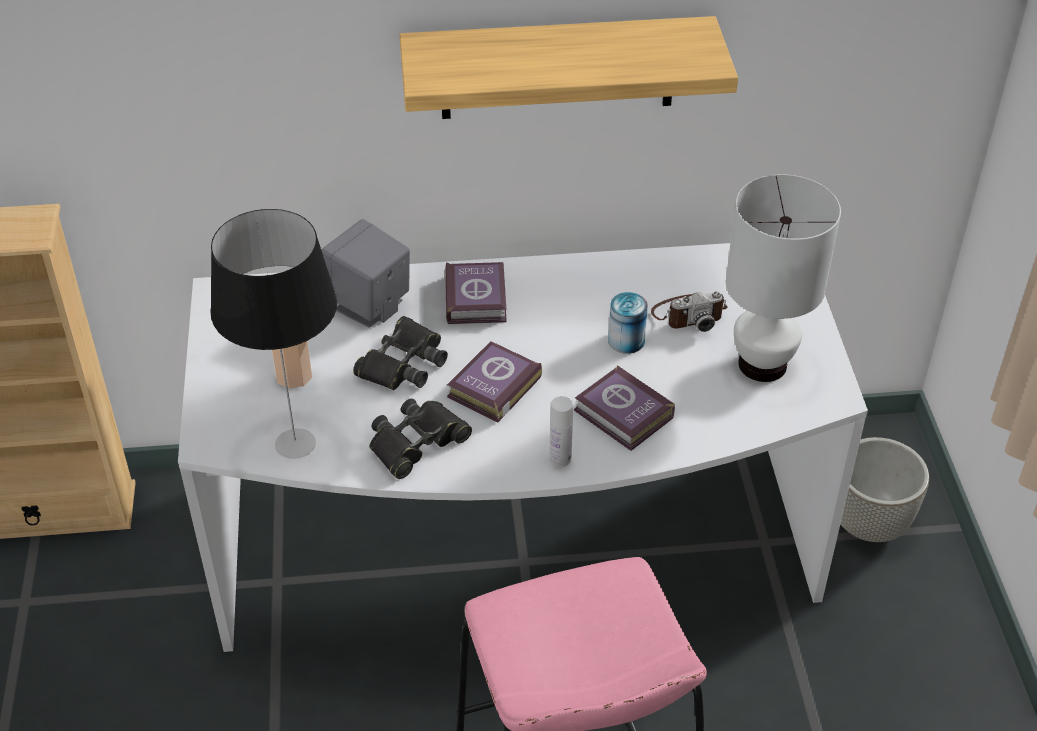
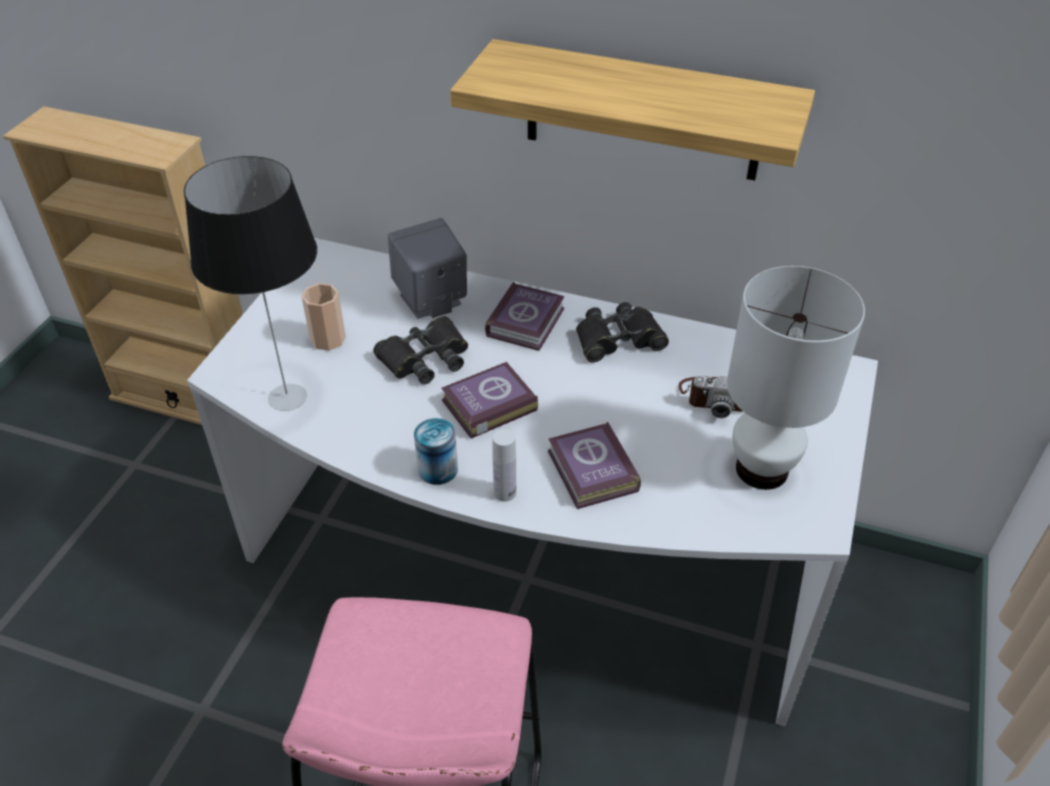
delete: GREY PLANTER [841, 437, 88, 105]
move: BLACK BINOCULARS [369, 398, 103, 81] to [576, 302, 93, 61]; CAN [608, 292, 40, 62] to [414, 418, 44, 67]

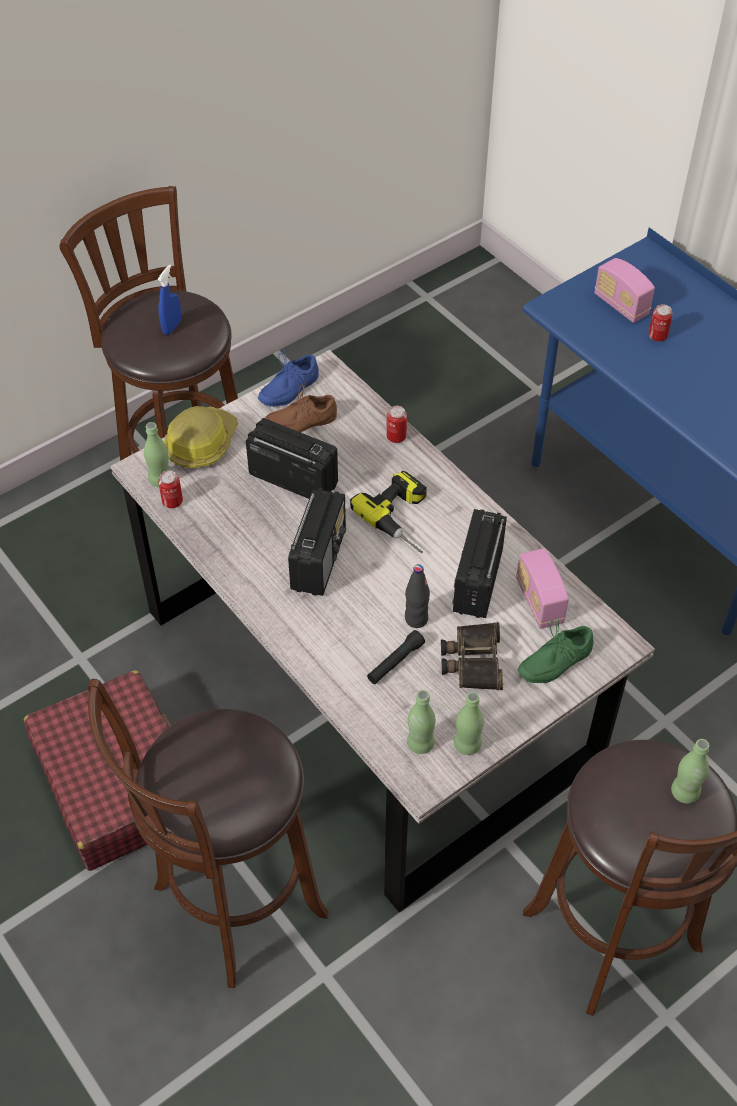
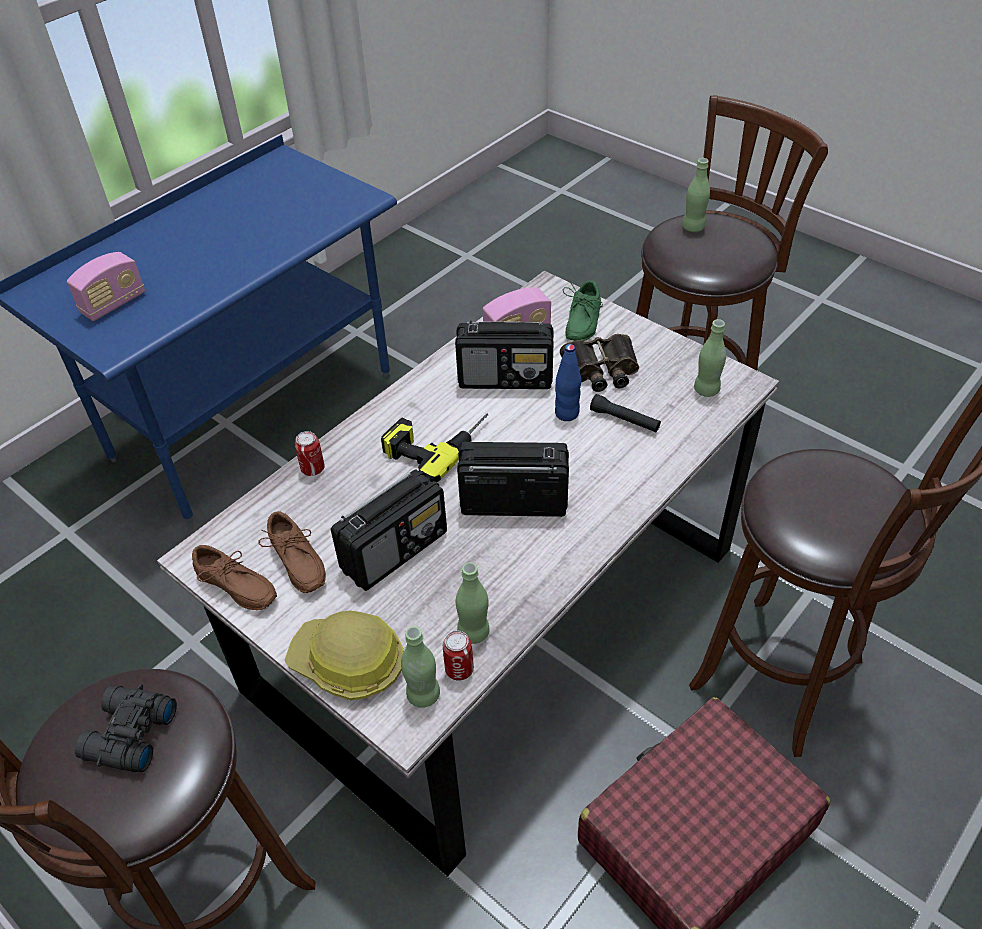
delete: CAN [648, 304, 25, 37]
move: GREEN BOTTLE [454, 692, 30, 63] to [456, 563, 33, 81]
replace: BLUE SPRAY BOTTLE [158, 264, 24, 71] to BLACK BINOCULARS [75, 684, 102, 88]
recolor: BLUE SHOE [258, 349, 61, 58] to BROWN SHOE [192, 545, 85, 65]; BLACK BOTTLE [405, 564, 25, 64] to BLUE BOTTLE [555, 344, 26, 77]
rotate: RADIO [246, 418, 92, 81] = [331, 469, 116, 122] 150 degrees counterclockwise; GREEN SHOE [517, 618, 77, 65] = [563, 280, 40, 61] 60 degrees clockwise

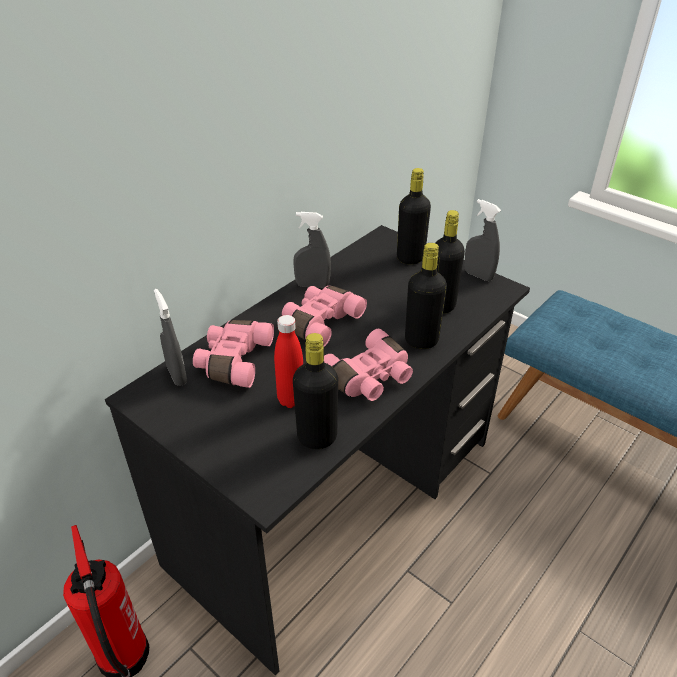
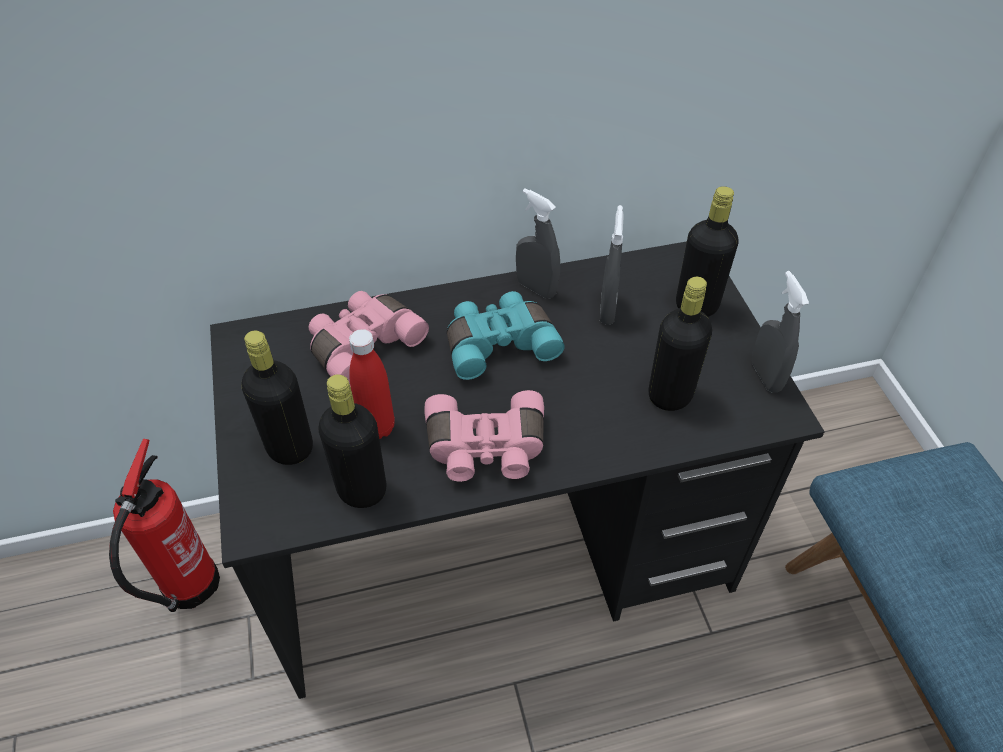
move: GREY SPRAY BOTTLE [154, 289, 33, 97] to [600, 205, 24, 120]; BLACK BOTTLE [405, 243, 42, 106] to [242, 331, 71, 134]
recolor: PINK BINOCULARS [282, 286, 85, 61] to TURQUOISE BINOCULARS [447, 291, 118, 89]

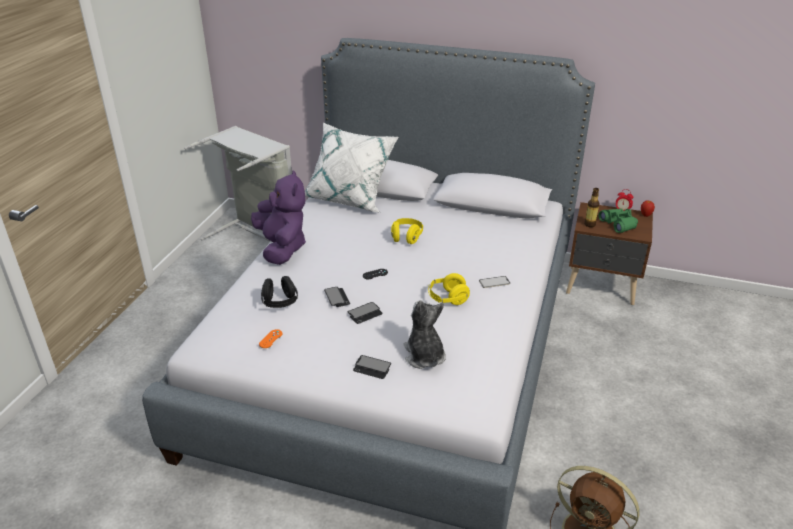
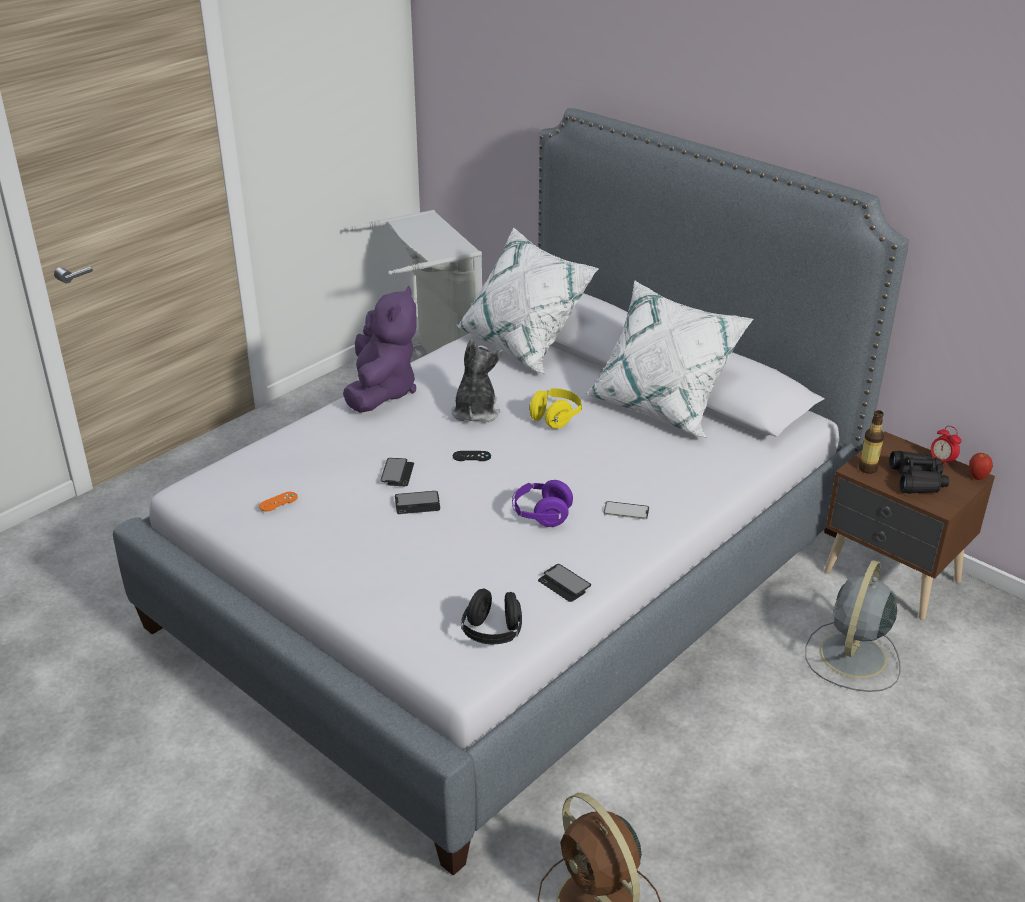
insert: WHITE PILLOW [584, 280, 169, 158]; GREY FAN [805, 560, 96, 132]
move: BLACK HEADPHONES [261, 276, 37, 32] to [461, 588, 61, 56]; PHONE [353, 355, 38, 24] to [538, 564, 53, 38]; PLUSH TOY [404, 300, 42, 69] to [451, 339, 51, 84]
recolor: YELLOW HEADPHONES [428, 273, 42, 32] to PURPLE HEADPHONES [512, 480, 61, 47]; GREEN BINOCULARS [598, 209, 40, 24] to BLACK BINOCULARS [889, 451, 60, 43]

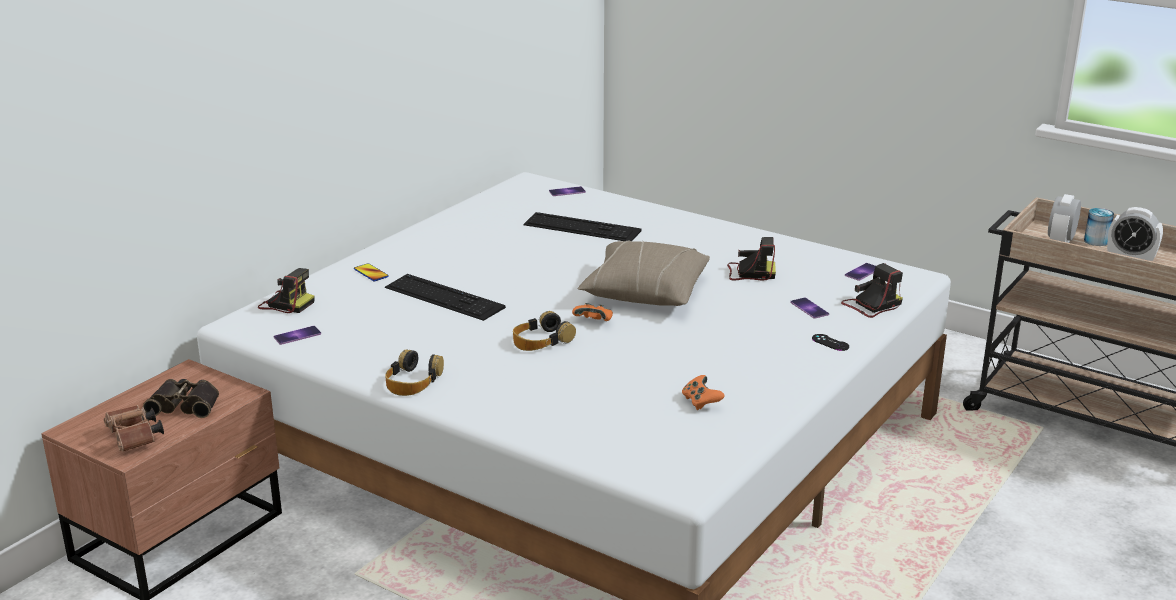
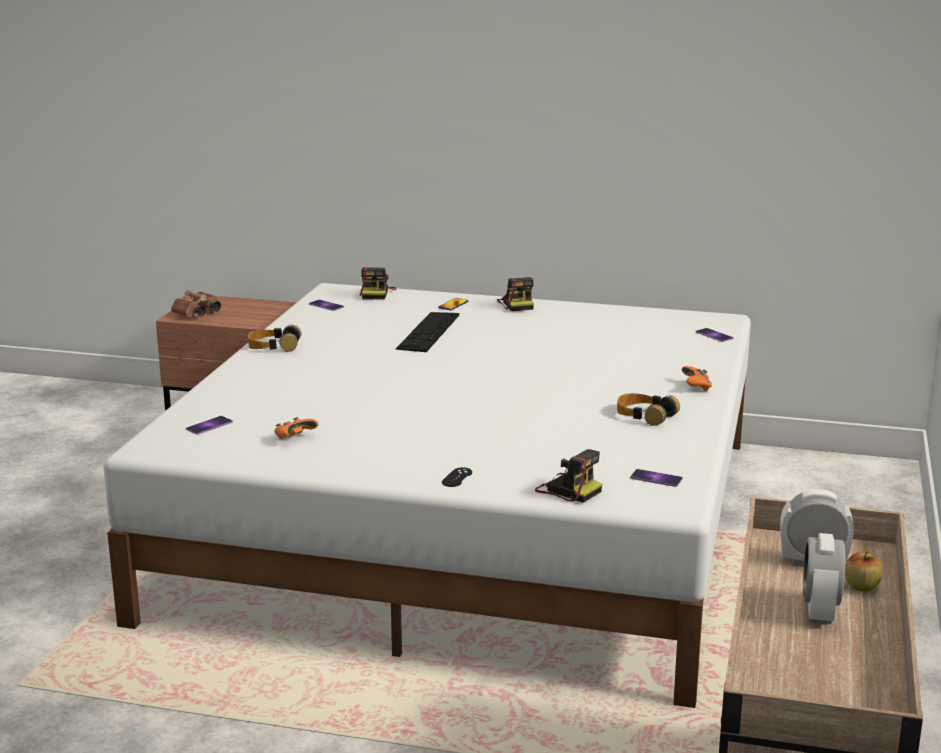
delete: BINOCULARS [143, 379, 76, 39]; KEYBOARD [523, 212, 119, 30]; BEIGE PILLOW [578, 240, 132, 66]
move: HEADPHONES [513, 311, 63, 40] to [617, 393, 63, 33]; ORANGE GAME CONTROLLER [572, 303, 41, 18] to [682, 366, 30, 25]; PHOTO CAMERA [727, 237, 49, 43] to [497, 277, 37, 34]; PHONE [790, 297, 39, 22] to [186, 416, 47, 19]
replace: CAN [1084, 208, 30, 38] to APPLE [845, 552, 37, 40]

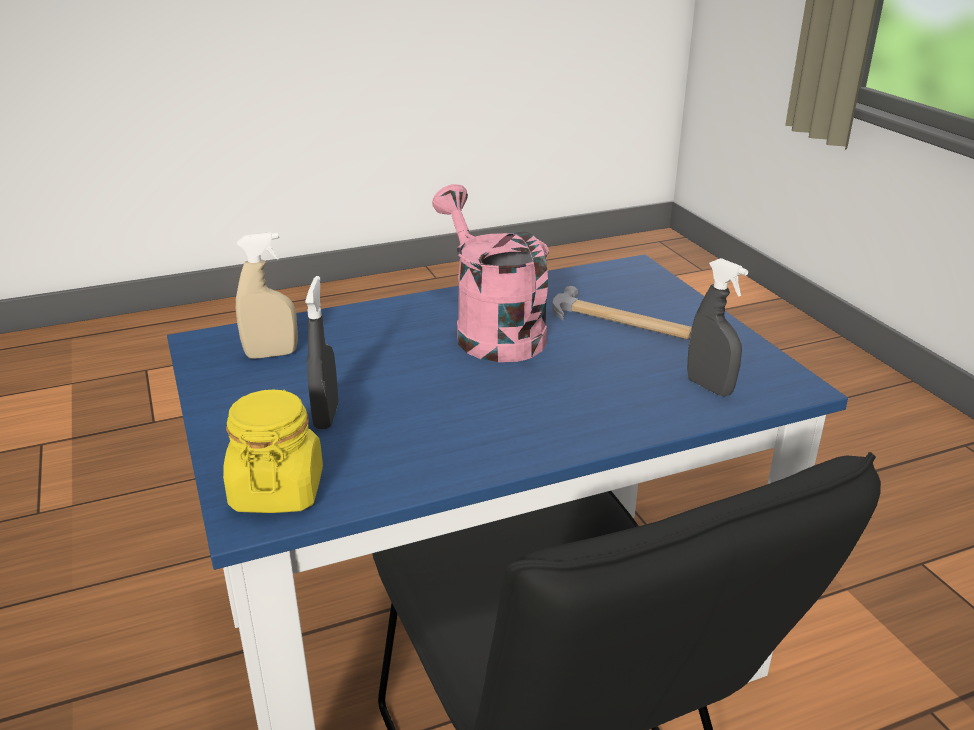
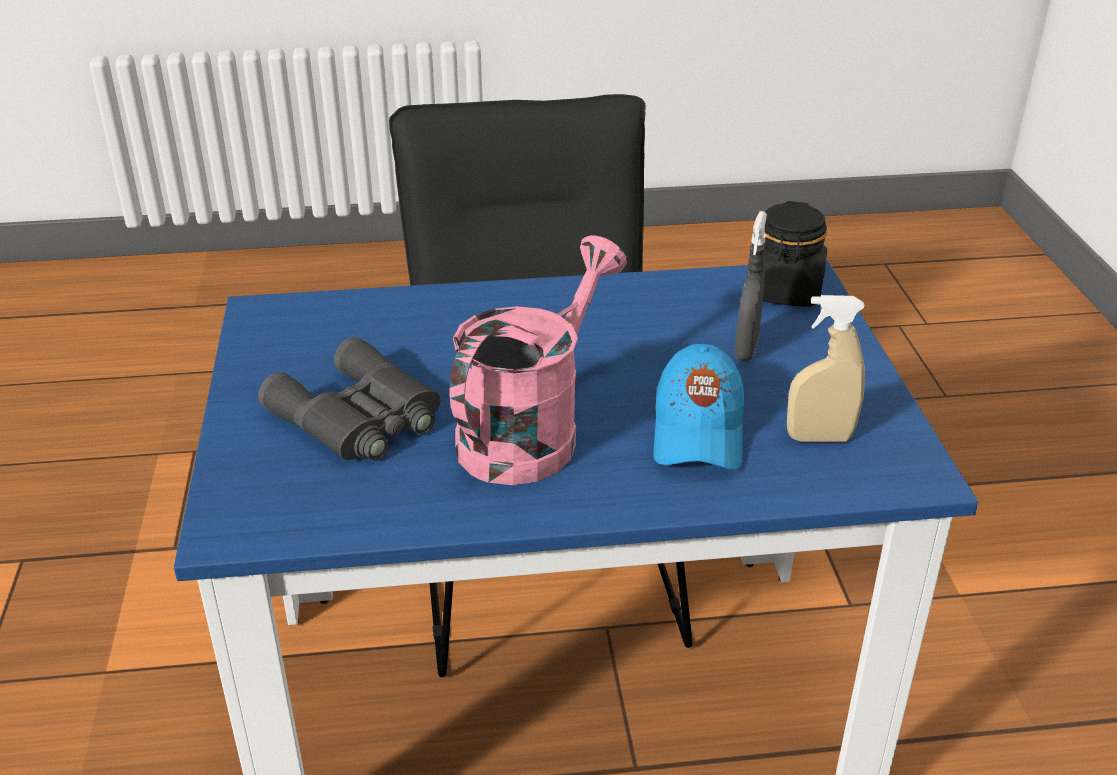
delete: GREY SPRAY BOTTLE [687, 258, 61, 139]
insert: BLUE CAP [654, 344, 90, 126]
replace: HAMMER [552, 286, 140, 54] to GREY BINOCULARS [258, 337, 182, 124]
recolor: YELLOW JAR [223, 389, 100, 124] to BLACK JAR [763, 201, 64, 106]
rotate: PINK WATERING CAN [432, 184, 117, 178] = [449, 235, 178, 250] 135 degrees counterclockwise

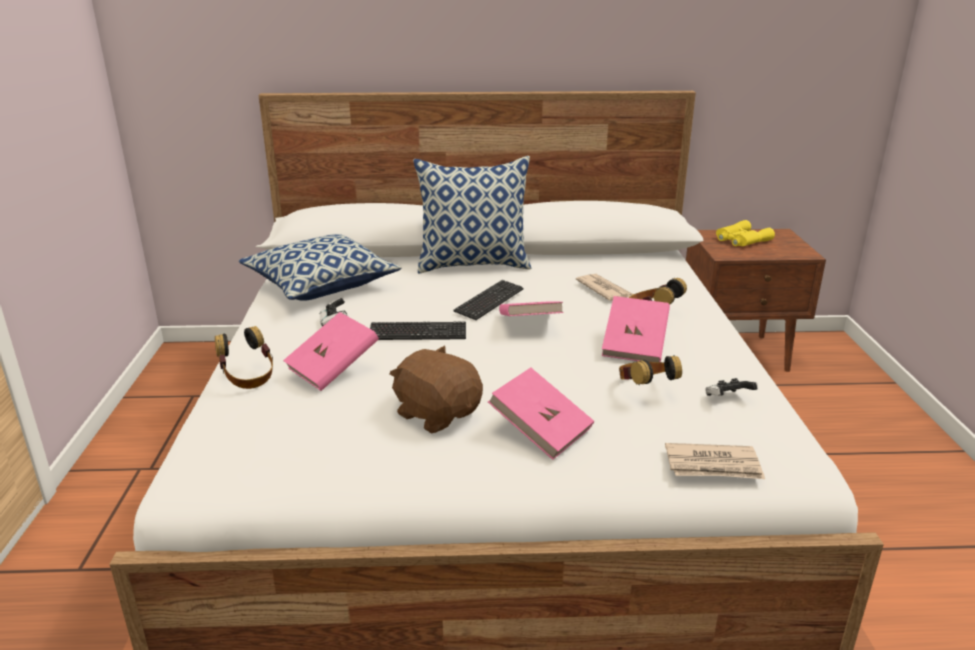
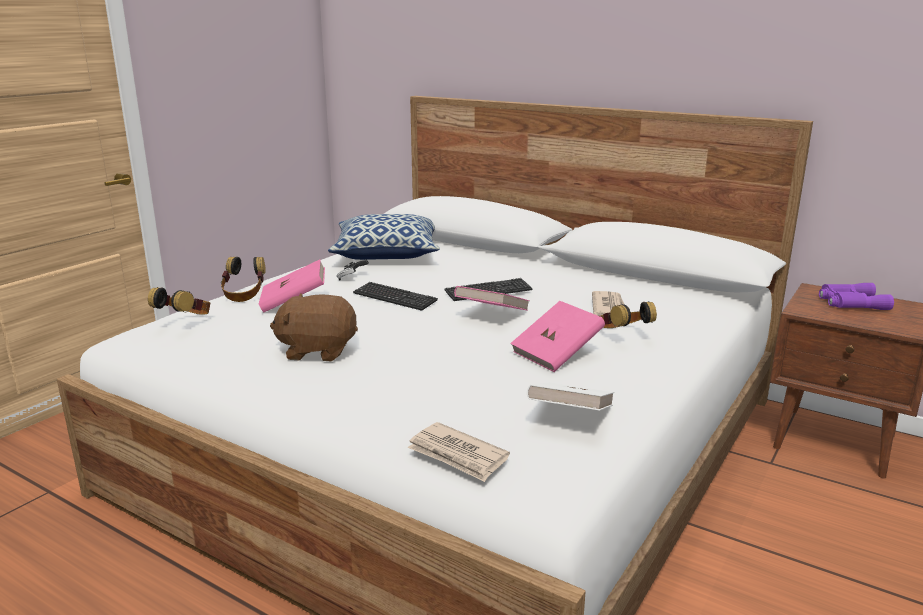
delete: PILLOW [413, 156, 118, 118]; PINK BOOK [488, 367, 106, 93]
move: HEADPHONES [619, 355, 63, 30] to [148, 287, 62, 28]
replace: GAME CONTROLLER [705, 378, 53, 18] to WHITE BOOK [527, 382, 87, 29]
recolor: YELLOW BINOCULARS [716, 220, 59, 26] to PURPLE BINOCULARS [819, 283, 75, 27]
rotate: BROWN PLUSH TOY [389, 346, 94, 88] = [270, 293, 88, 68] 75 degrees counterclockwise

